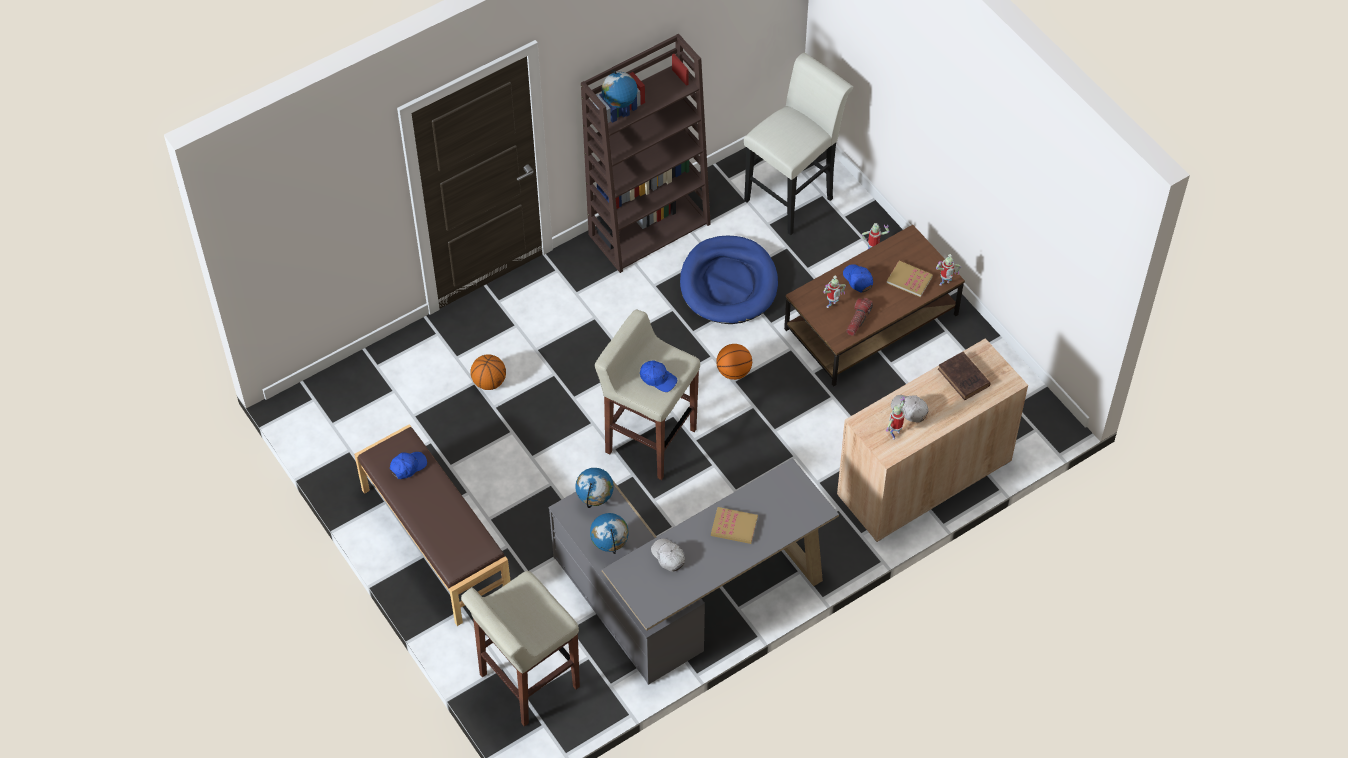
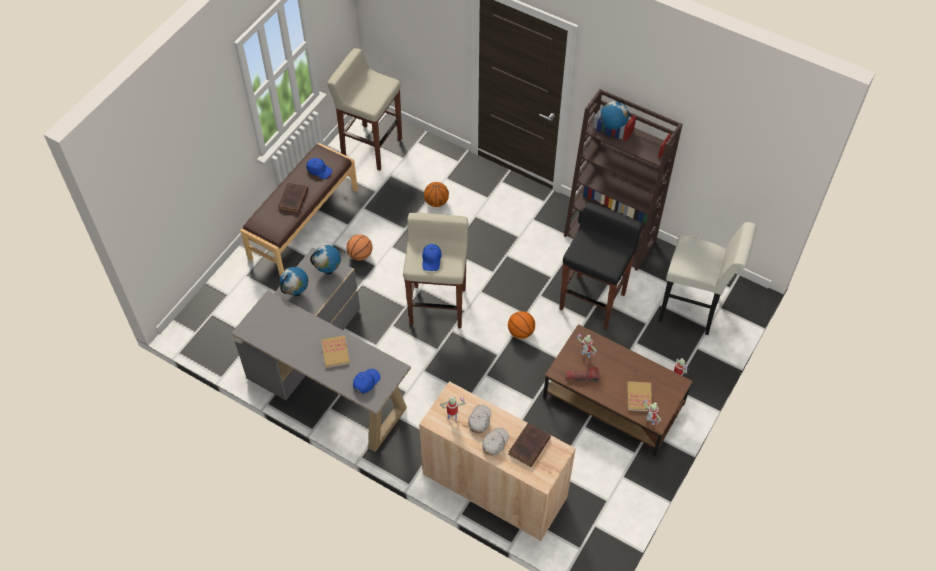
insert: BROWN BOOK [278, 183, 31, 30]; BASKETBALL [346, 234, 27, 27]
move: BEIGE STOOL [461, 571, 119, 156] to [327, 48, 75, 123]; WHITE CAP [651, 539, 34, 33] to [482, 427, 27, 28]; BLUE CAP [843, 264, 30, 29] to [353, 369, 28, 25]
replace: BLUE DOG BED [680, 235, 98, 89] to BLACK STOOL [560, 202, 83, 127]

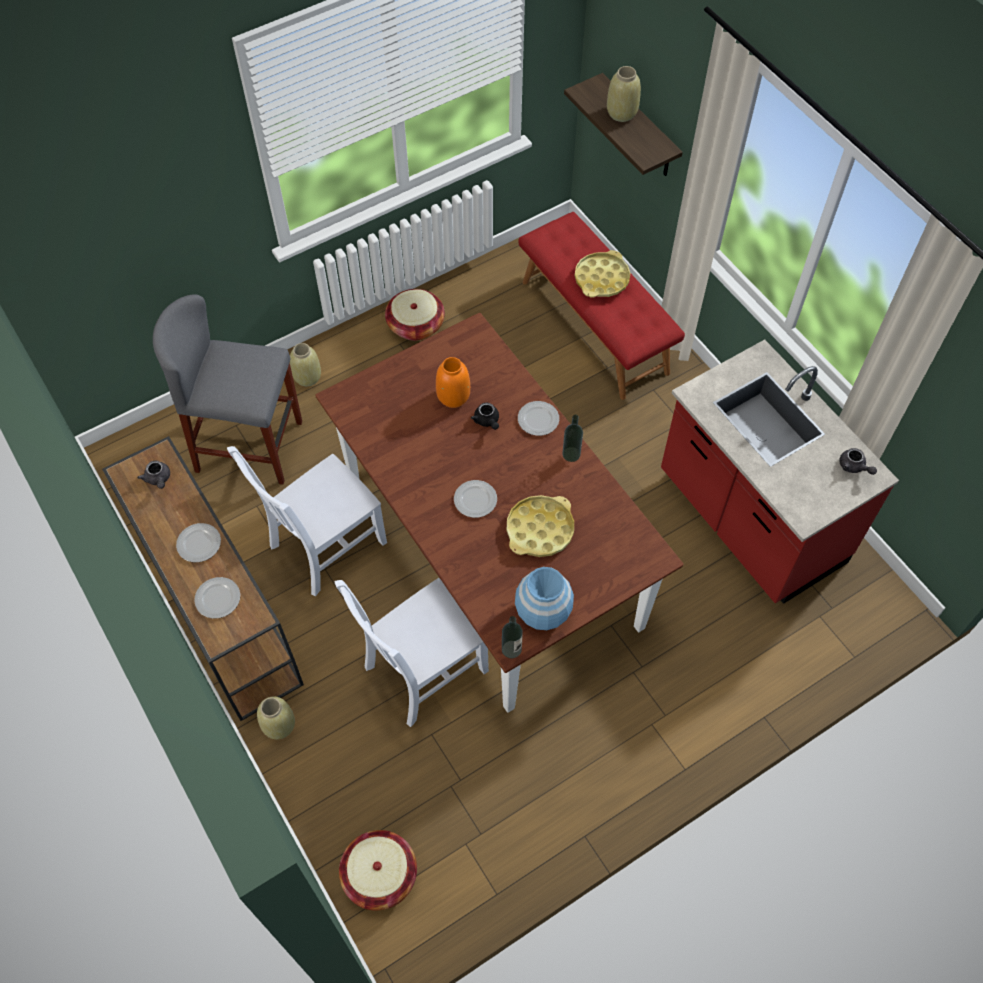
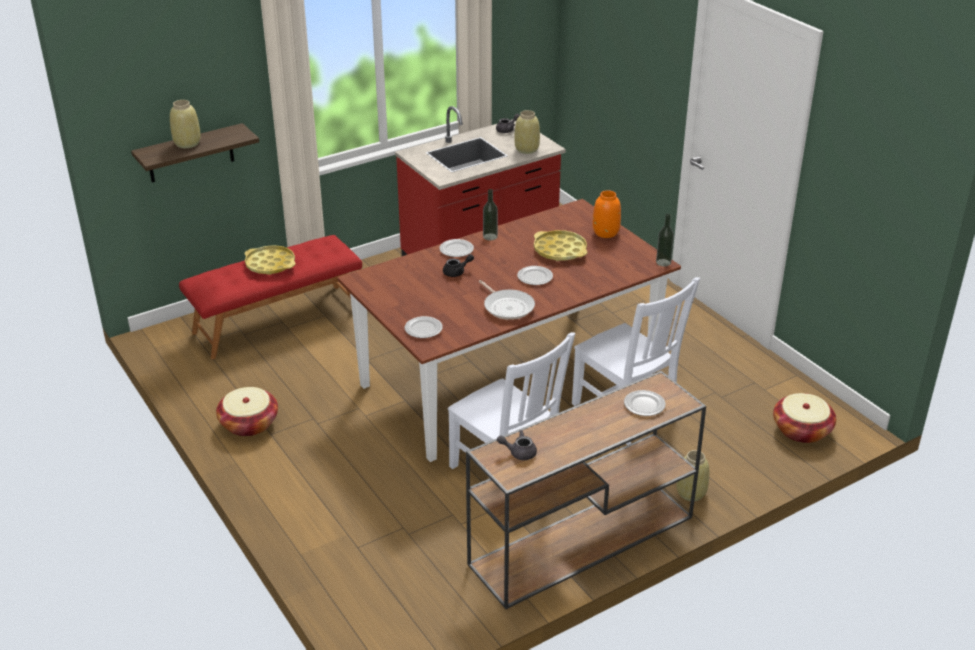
delete: GREY STOOL [153, 294, 149, 191]; BLUE VASE [515, 567, 59, 63]
insert: FRYING PAN [479, 280, 56, 40]
move: PLATE [176, 523, 45, 39] to [405, 316, 38, 22]; BEIGE VASE [290, 343, 31, 43] to [514, 110, 26, 44]; ORANGE VASE [436, 357, 34, 51] to [593, 190, 28, 48]
rotate: GREY TEAPOT [138, 461, 32, 28] = [497, 430, 40, 30] 150 degrees counterclockwise

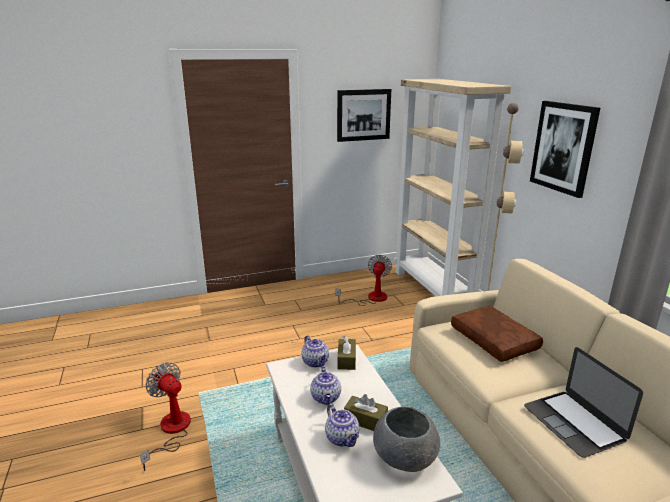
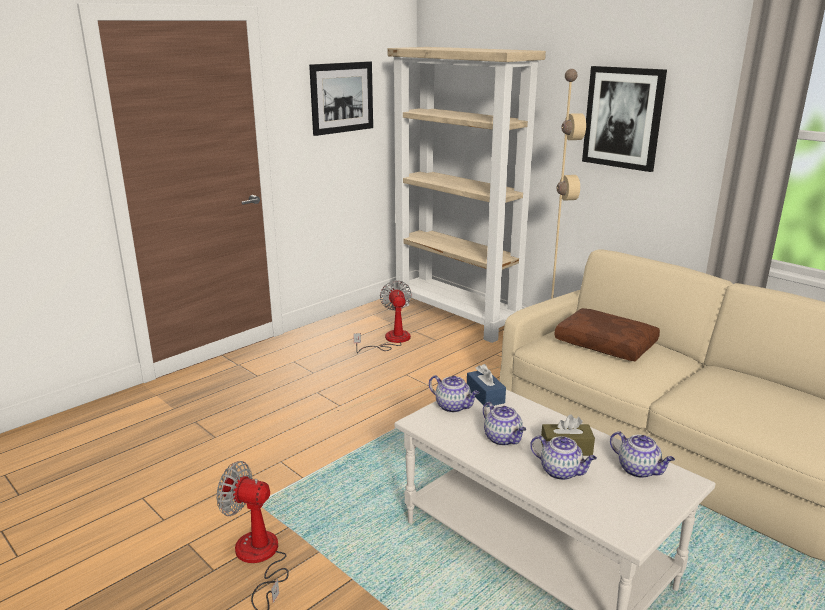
delete: LAPTOP [524, 347, 119, 111]
replace: GREY BOWL [373, 407, 67, 65] to TEAPOT [610, 431, 65, 47]
recolor: BROWN TISSUE BOX [338, 335, 18, 35] to BLUE TISSUE BOX [467, 364, 39, 43]

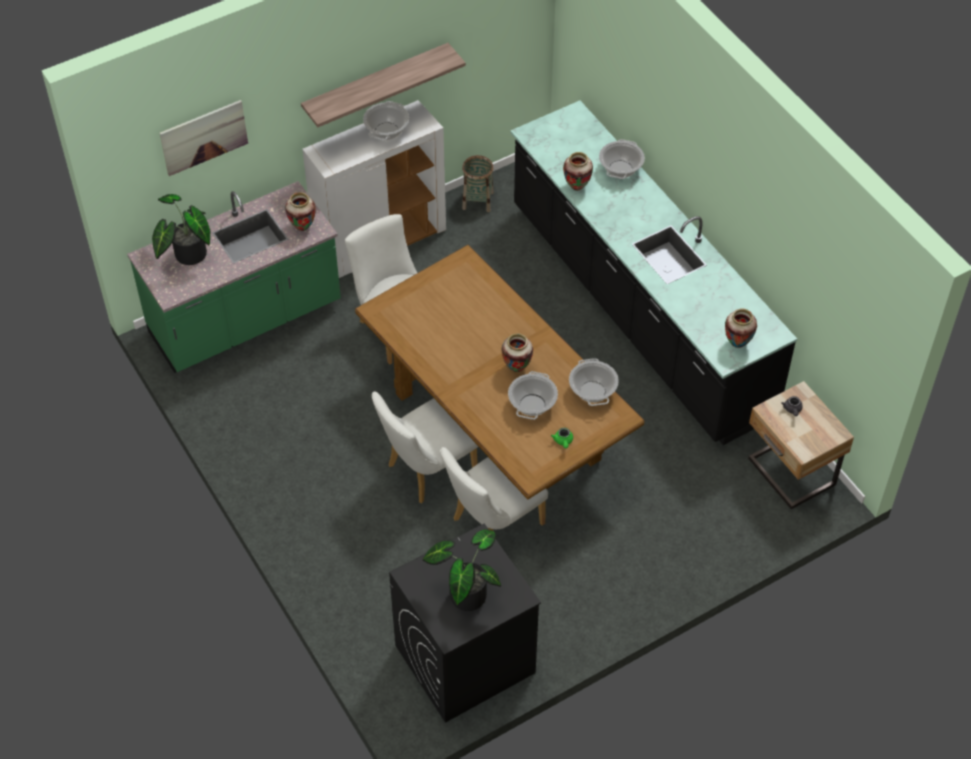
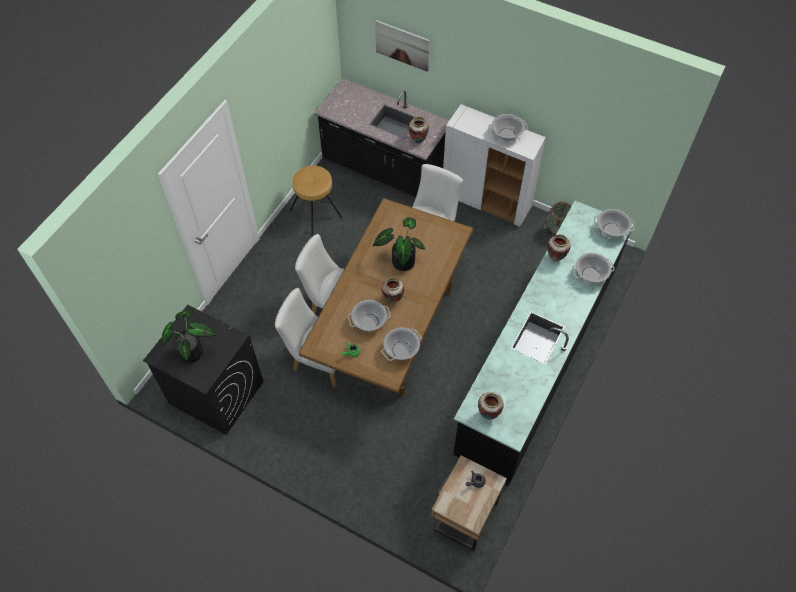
delete: SHELF [301, 43, 165, 84]
insert: BROWN STOOL [290, 166, 52, 69]; COOKING POT [594, 209, 40, 29]
move: POTTED PLANT [152, 194, 58, 71] to [373, 217, 53, 54]
recolor: GREEN COUNTER [127, 181, 214, 192] to BLACK COUNTER [315, 78, 134, 119]

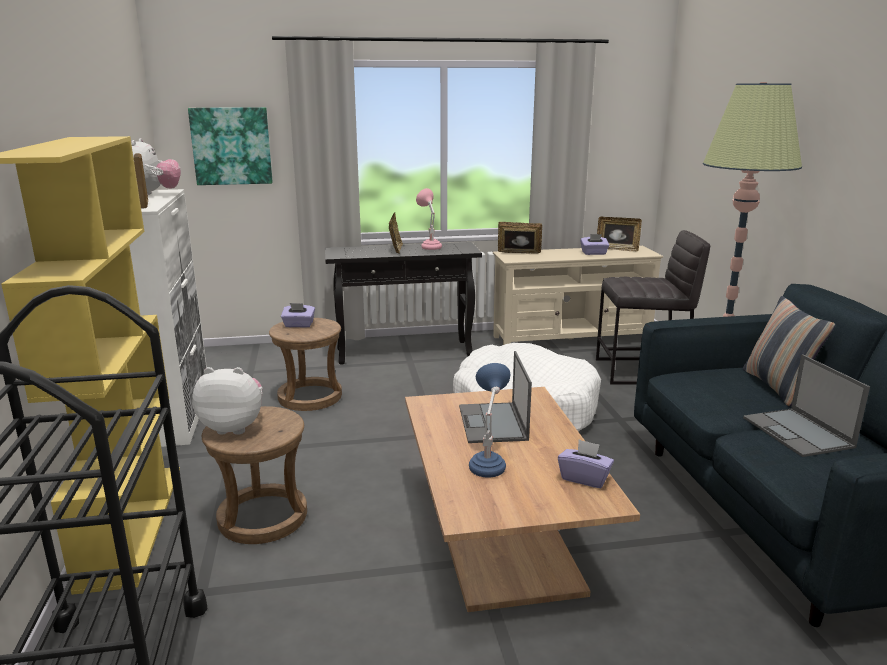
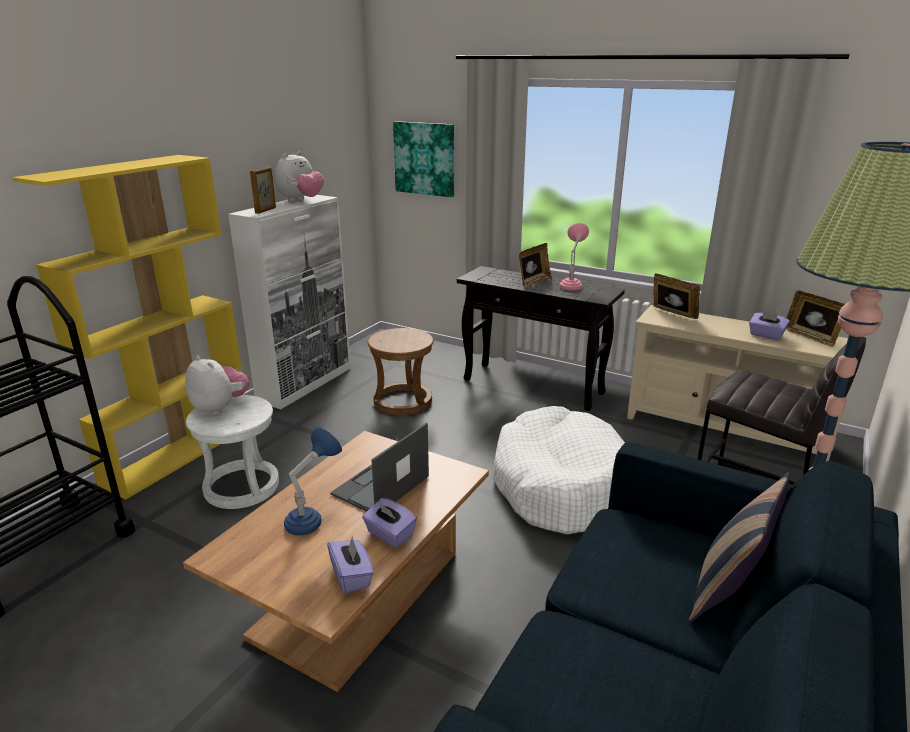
delete: LAPTOP [743, 354, 127, 103]
move: PURPLE TISSUE BOX [281, 303, 34, 25] to [362, 498, 55, 50]
recolor: BROWN STOOL [202, 406, 105, 138] to WHITE STOOL [186, 395, 93, 114]

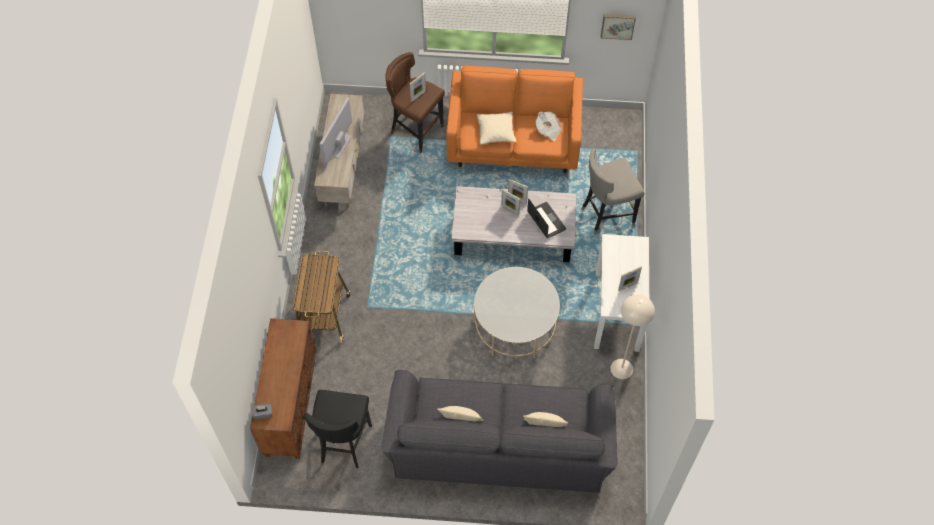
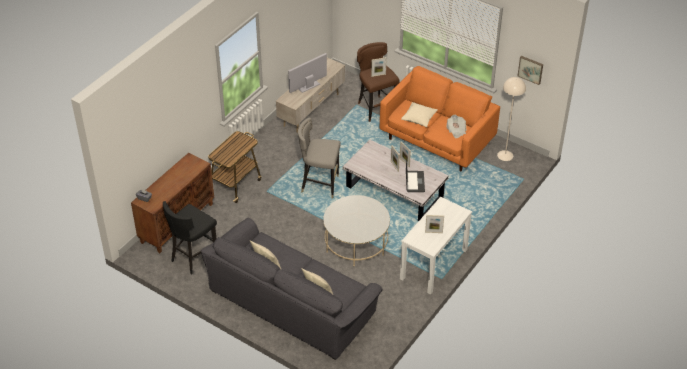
move: GREY STOOL [581, 148, 64, 87] to [298, 118, 43, 81]; BEIGE FLOOR LAMP [611, 294, 44, 85] to [497, 77, 29, 84]

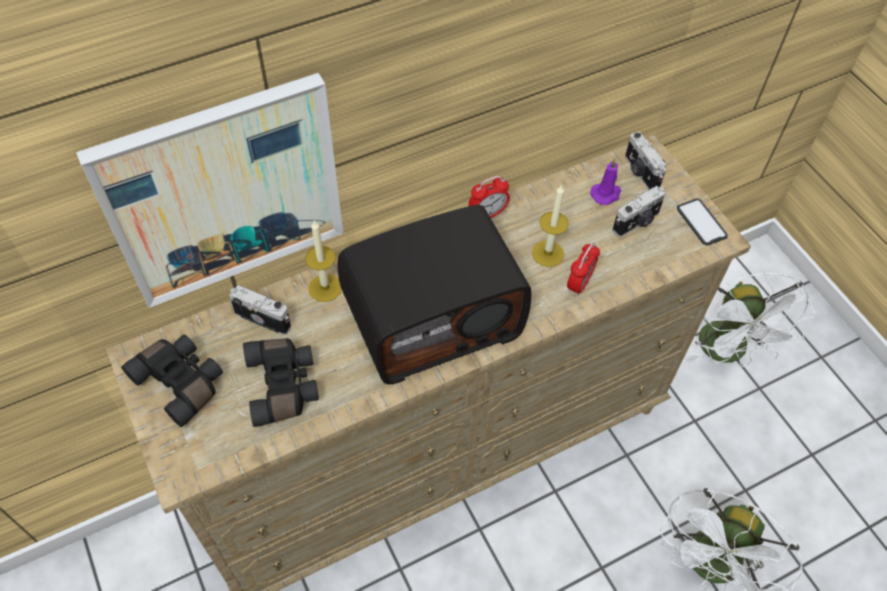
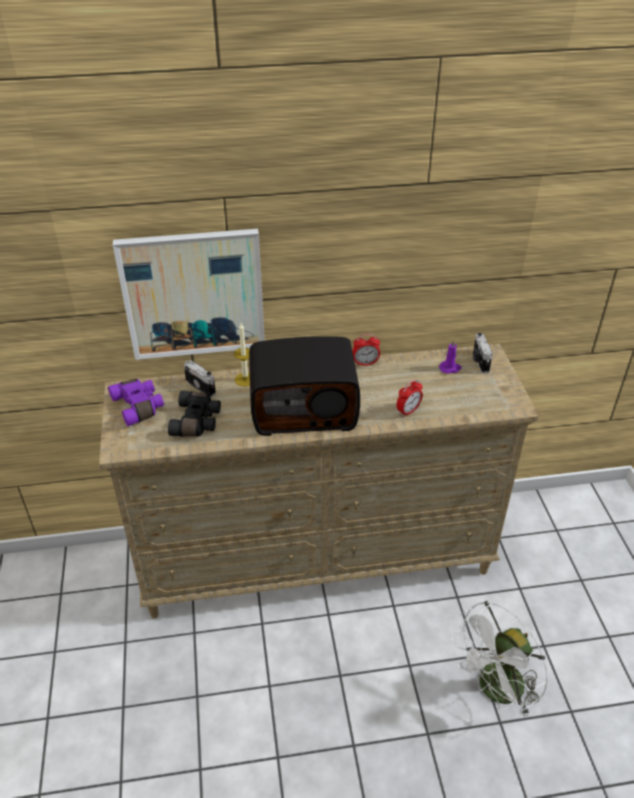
delete: CANDLE [532, 184, 36, 83]; PHOTO CAMERA [612, 186, 53, 51]; PHONE [677, 198, 51, 48]; WHITE FAN [685, 272, 130, 95]
recolor: BLACK BINOCULARS [121, 334, 102, 93] to PURPLE BINOCULARS [108, 379, 56, 47]

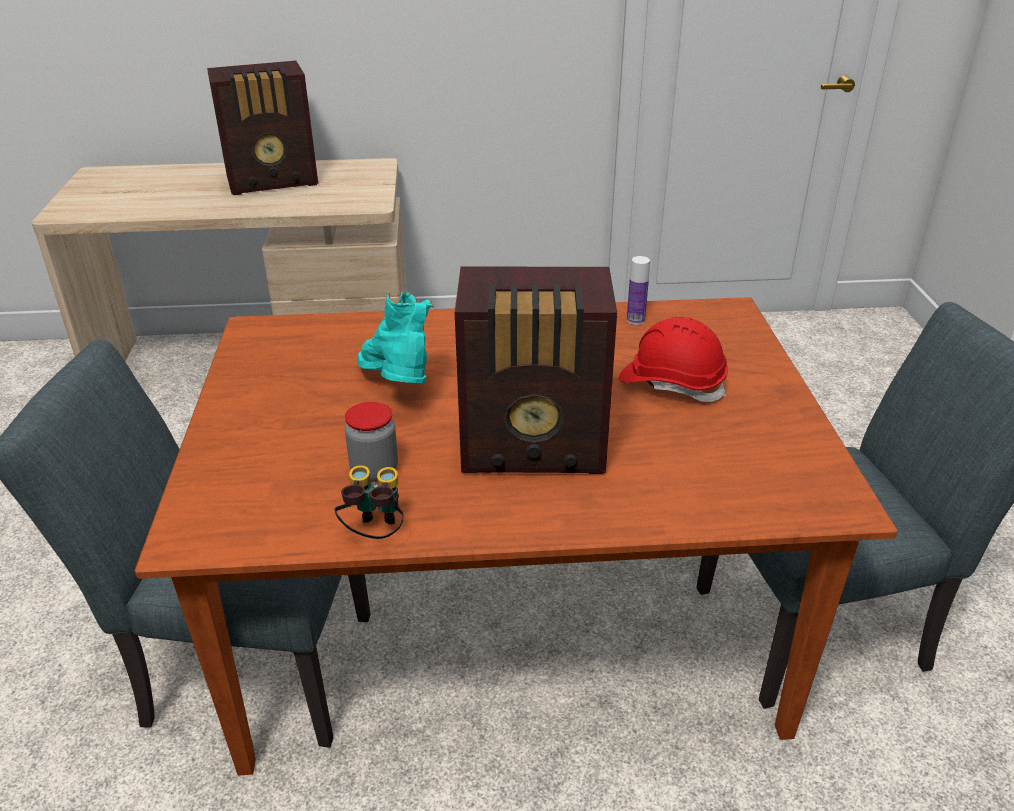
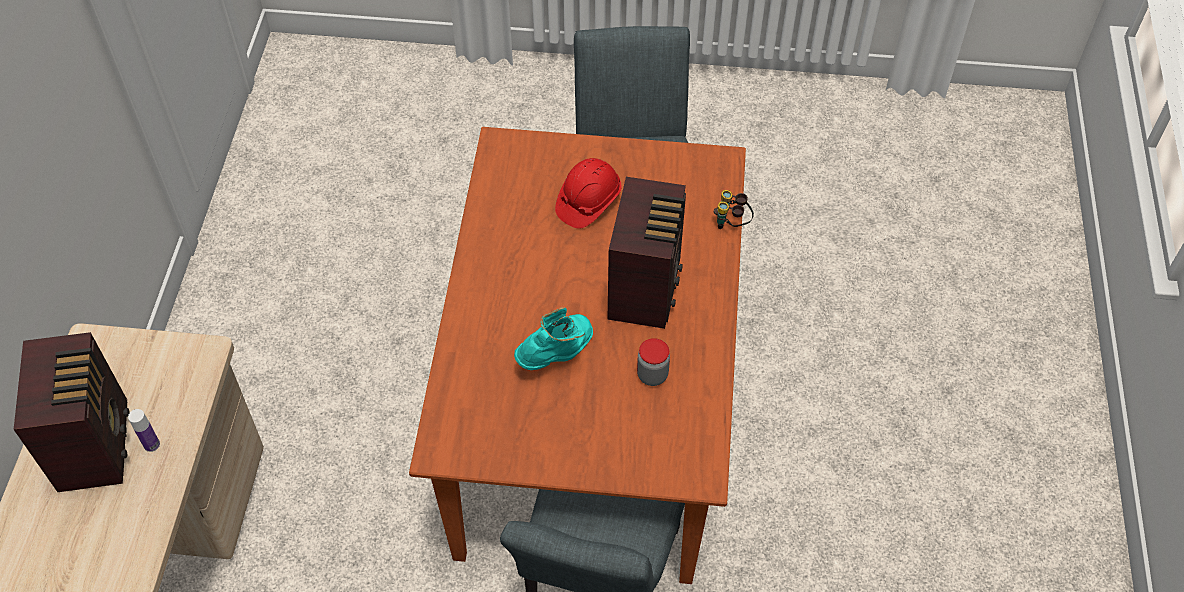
move: BINOCULARS [335, 465, 68, 74] to [714, 190, 40, 39]; BOTTLE [627, 256, 23, 69] to [128, 409, 32, 43]
rotate: TURQUOISE BOOT [357, 290, 77, 93] = [514, 307, 79, 63] 150 degrees clockwise

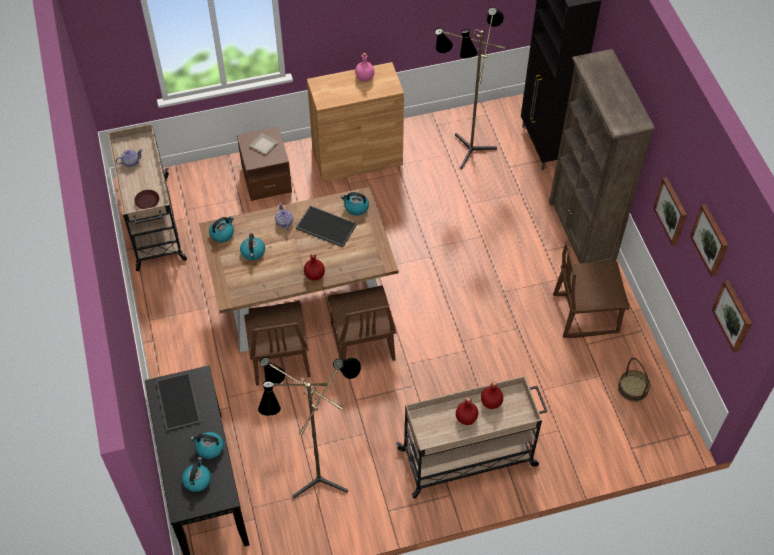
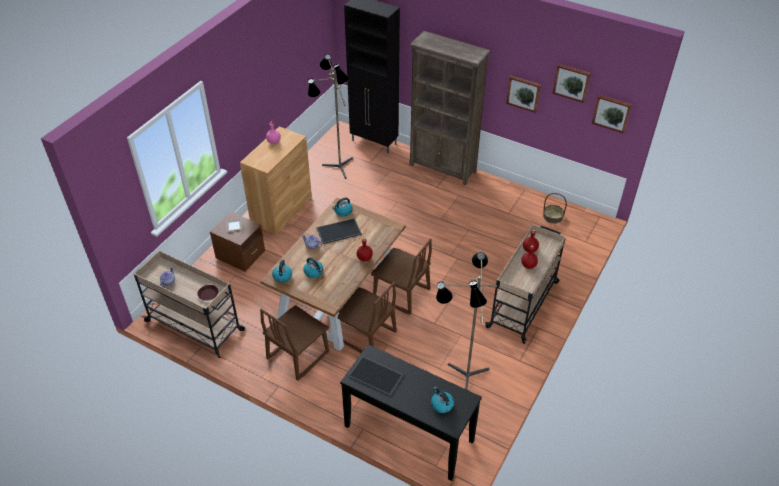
delete: KETTLE [190, 432, 34, 27]
move: BROWN CHAIR [553, 241, 77, 97] to [260, 305, 69, 76]

